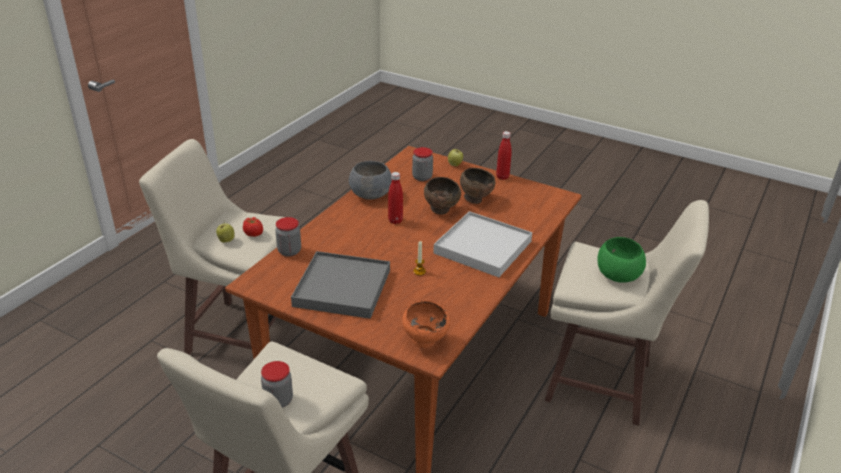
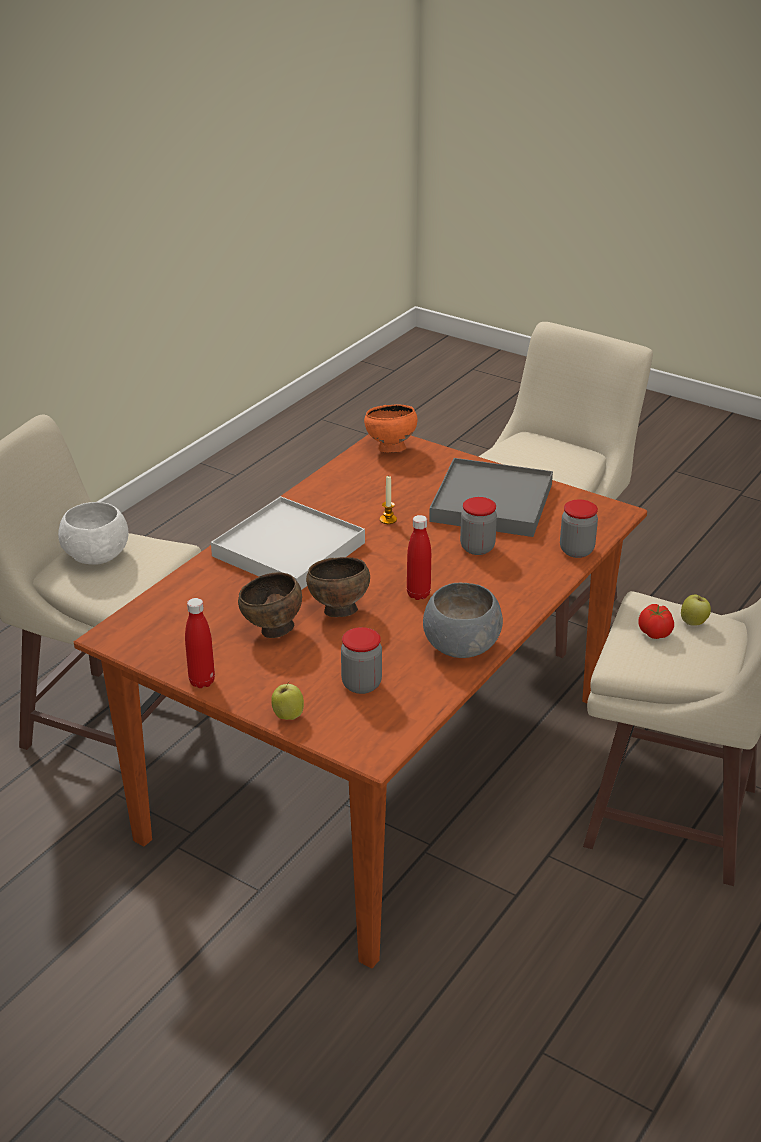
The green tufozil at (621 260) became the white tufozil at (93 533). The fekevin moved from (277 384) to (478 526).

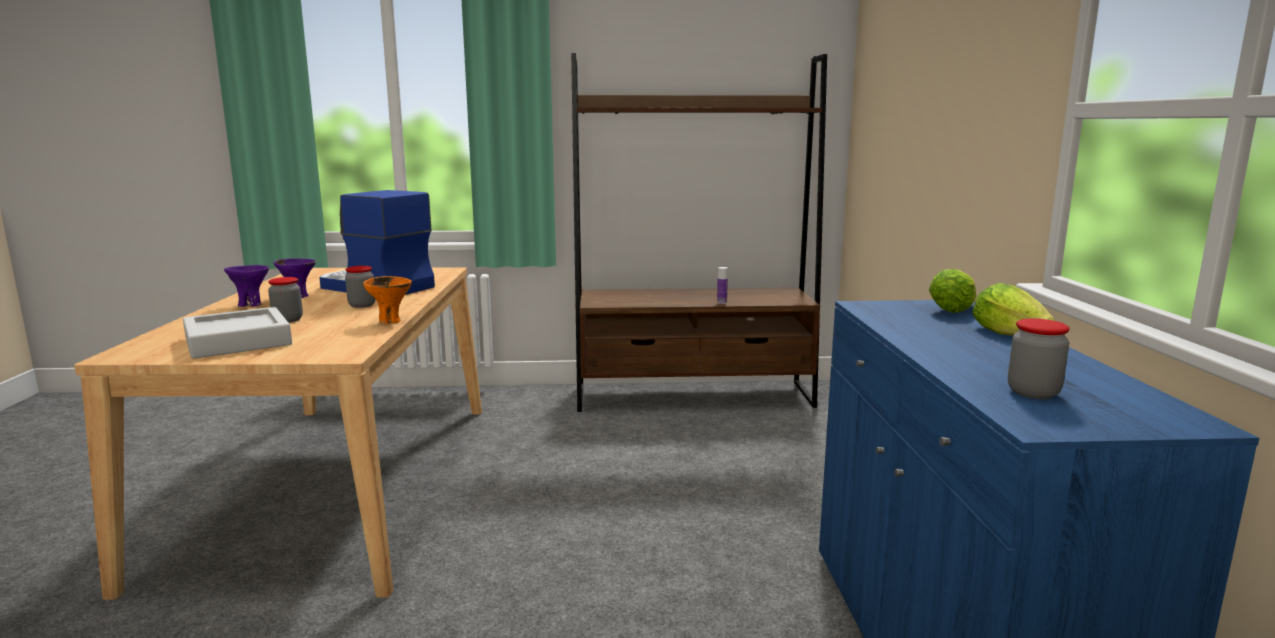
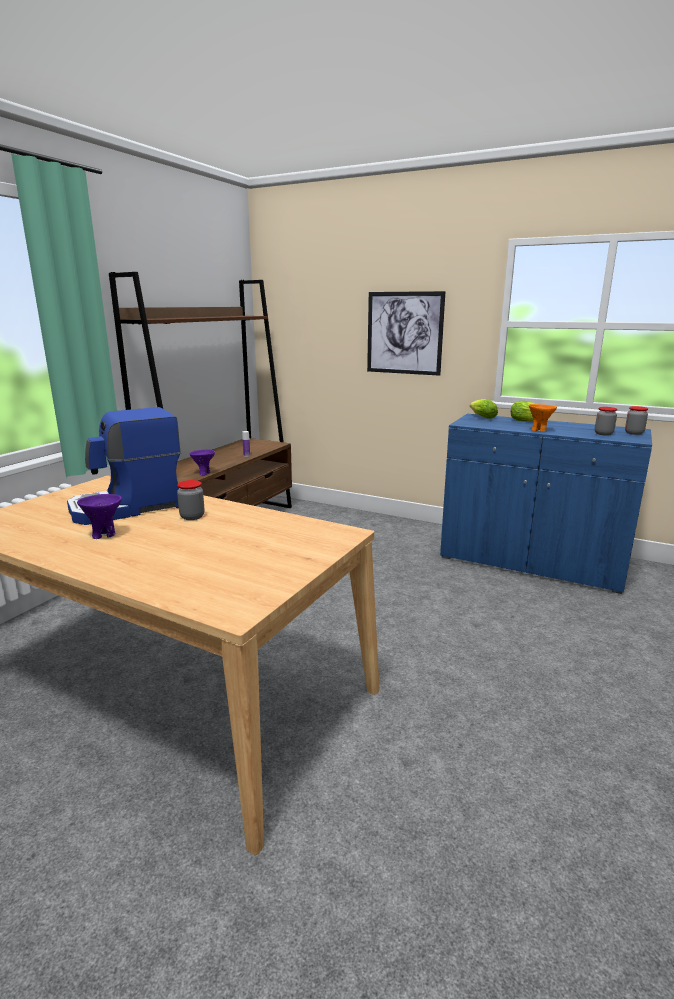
The purple tufozil moved from (246 286) to (202 462). The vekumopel at (406 333) appeared. The orange tufozil moved from (387 300) to (543 418). The fekevin moved from (285 300) to (636 420). The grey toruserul at (237 333) disappeared.

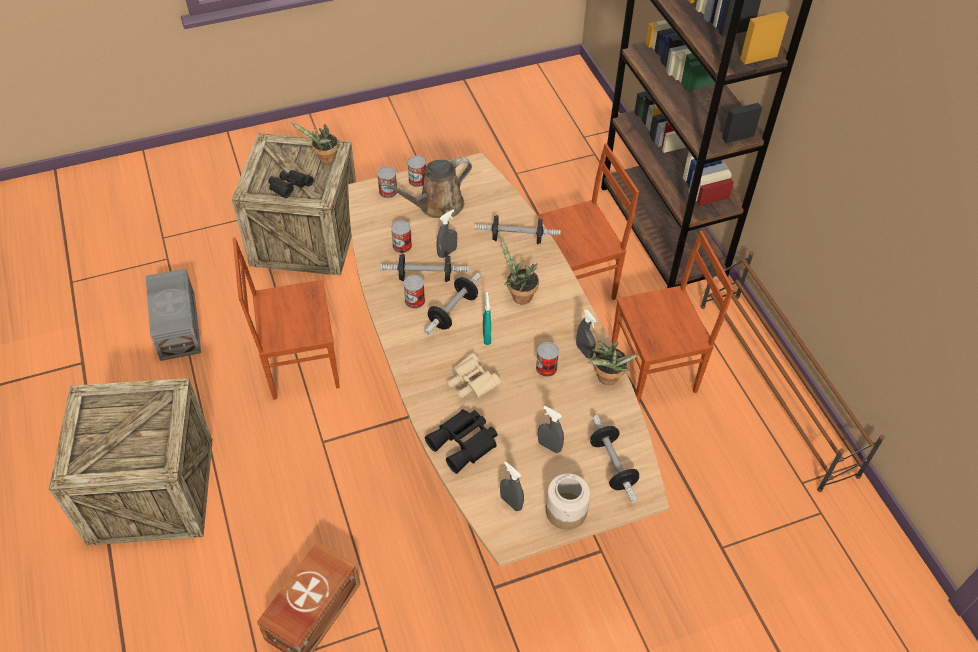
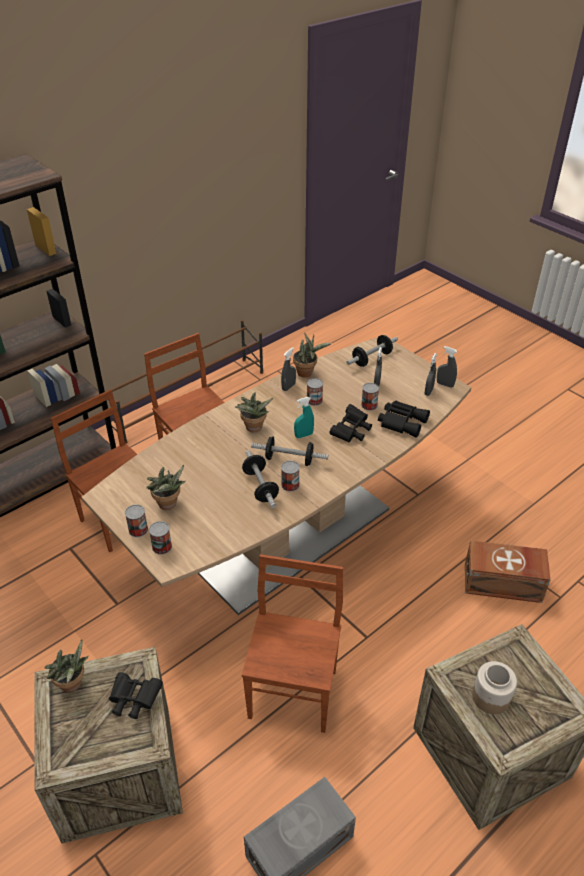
The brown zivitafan at (426 187) was replaced by the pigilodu at (165 487). The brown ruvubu at (286 318) turned 135 degrees counterclockwise. The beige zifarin at (474 376) became the black zifarin at (350 423). The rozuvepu moved from (401 236) to (370 397). The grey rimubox moved from (446 234) to (447 367). The fekevin moved from (568 501) to (494 687). The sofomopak at (518 229) disappeared.

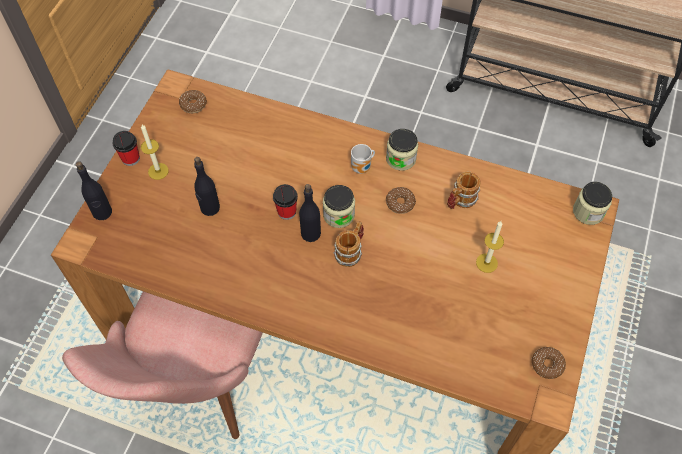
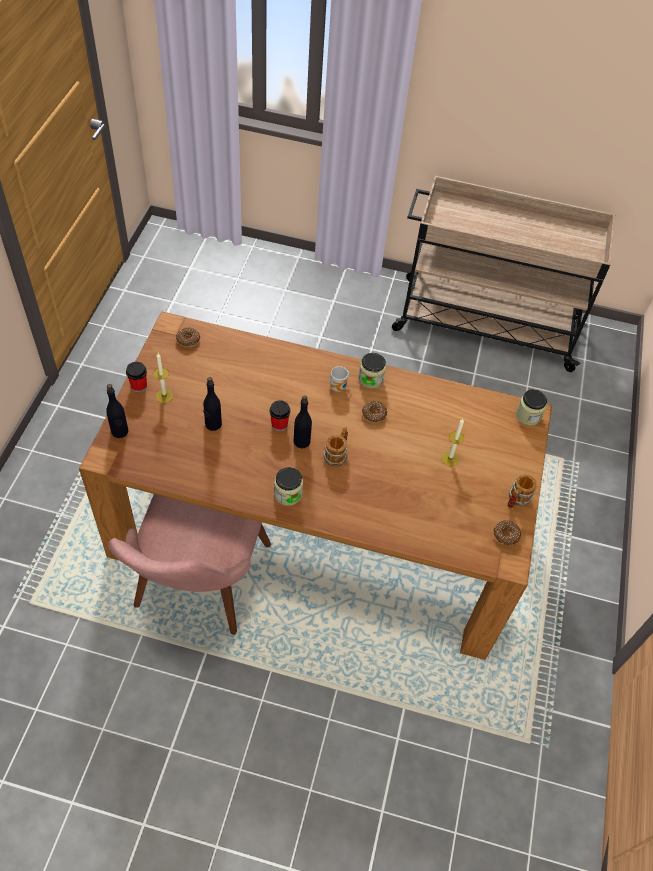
The fekevin moved from (339 206) to (288 486). The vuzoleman moved from (464 190) to (522 491).

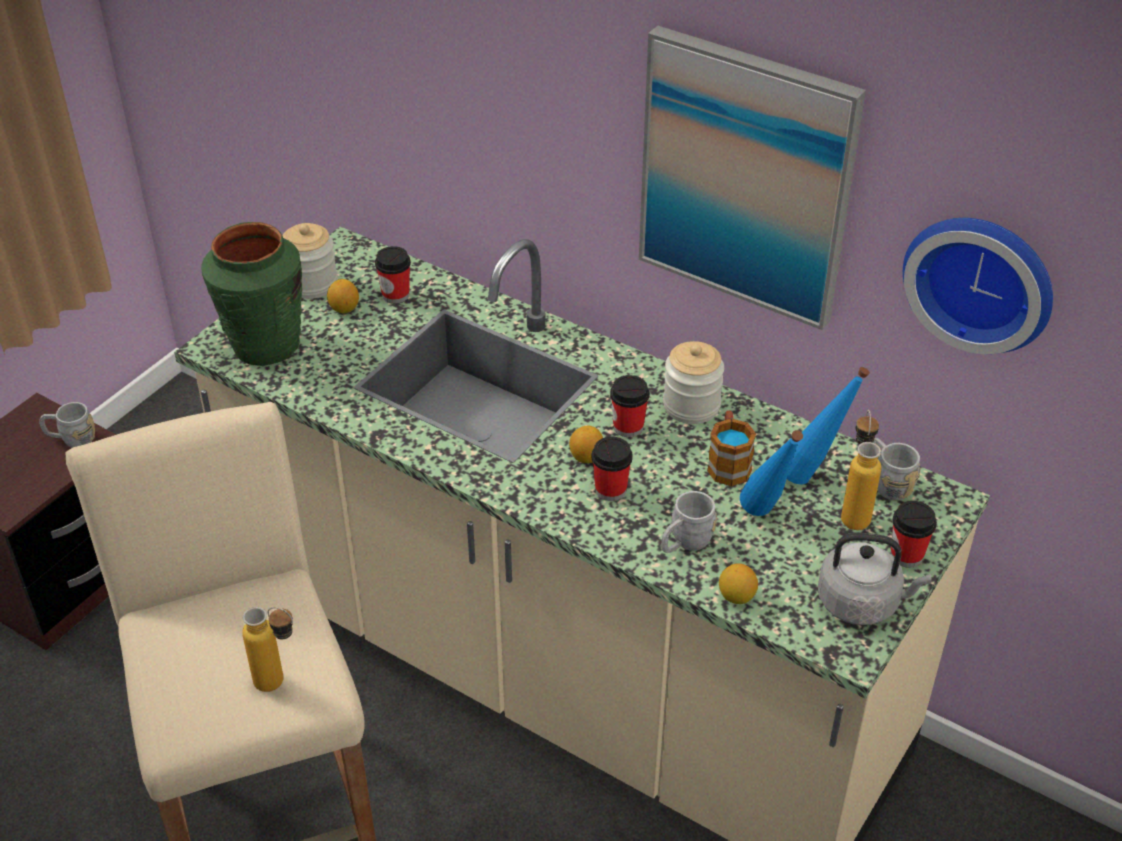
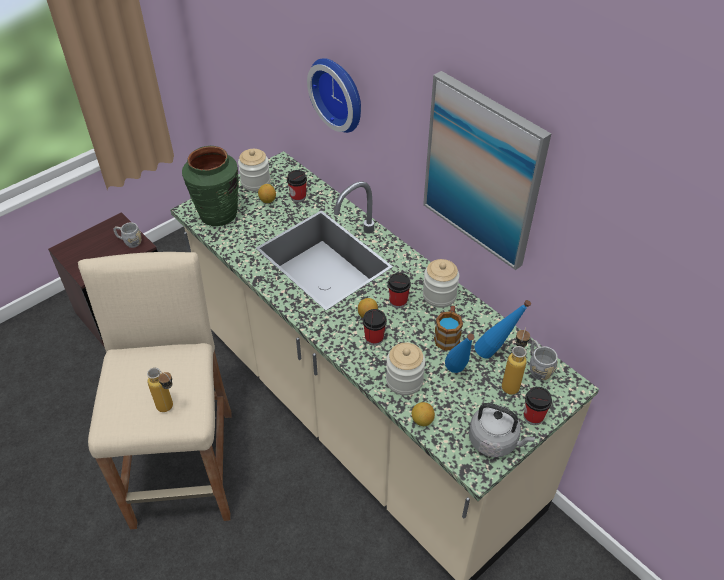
The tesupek moved from (978 286) to (334 95). The grey vuzoleman at (689 522) was replaced by the fekevin at (405 369).

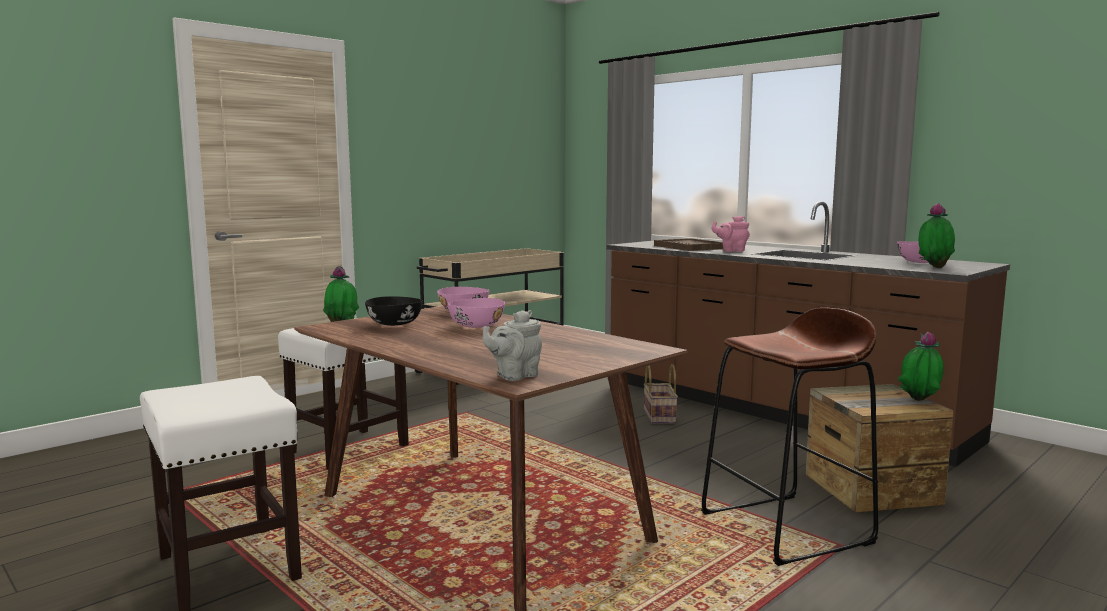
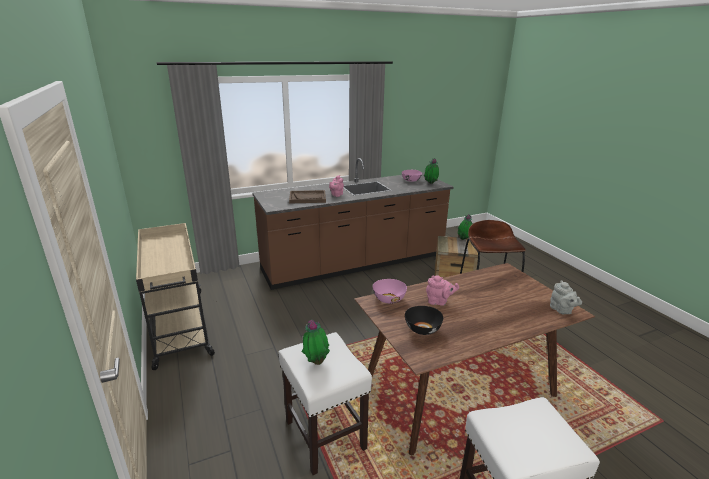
The pink tufozil at (476 313) was replaced by the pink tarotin at (442 290). The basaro at (661 394) disappeared.

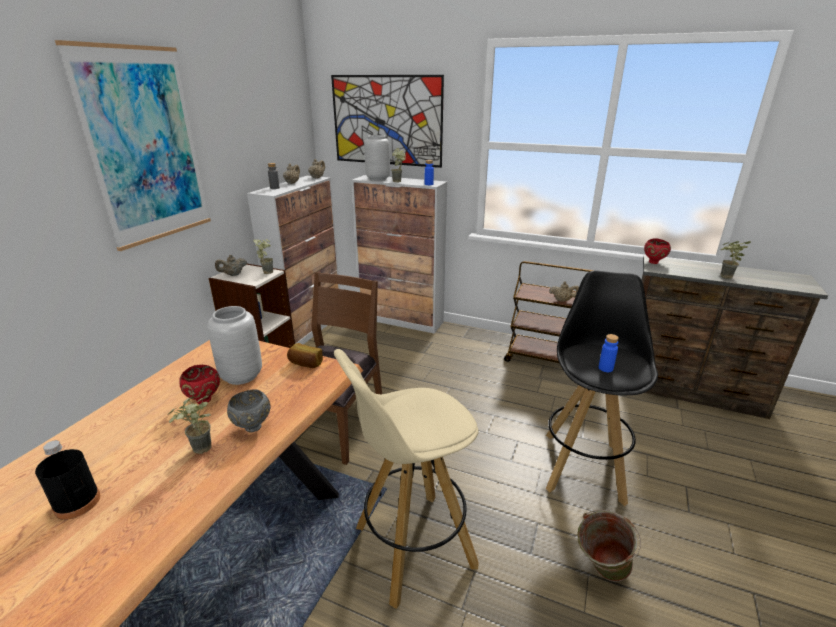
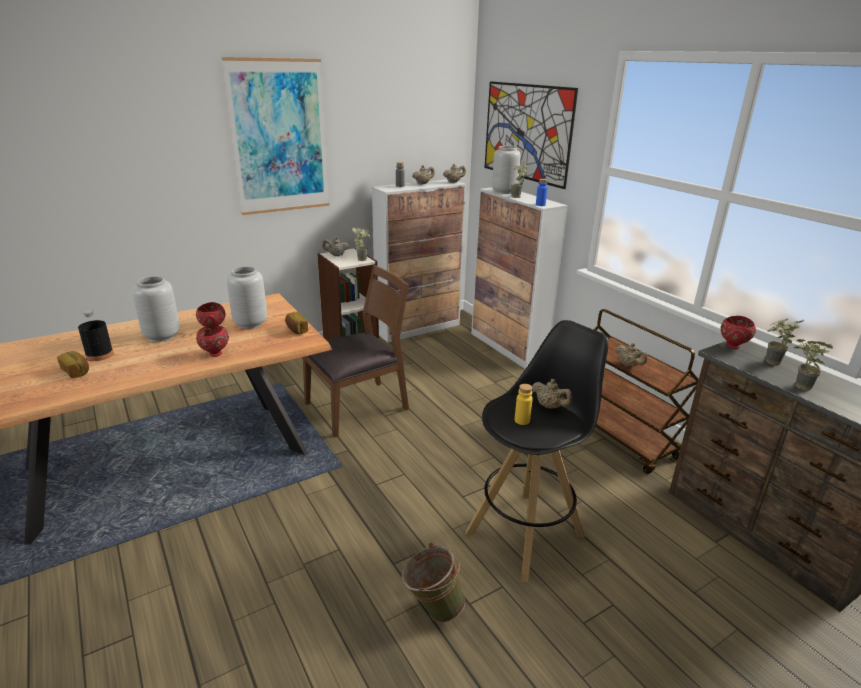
The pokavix at (73 364) appeared. The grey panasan at (156 309) appeared. The grey tufozil at (248 410) became the red tufozil at (212 341). The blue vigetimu at (609 353) became the yellow vigetimu at (524 404). The beige tarotin at (552 394) appeared. The pigilodu moved from (190 424) to (784 342). The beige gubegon at (406 479) disappeared.

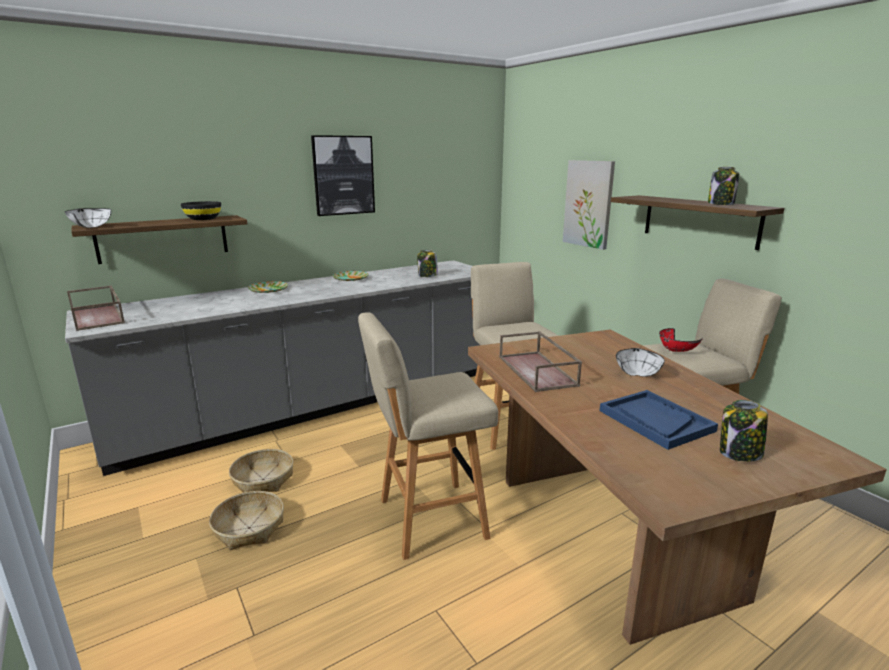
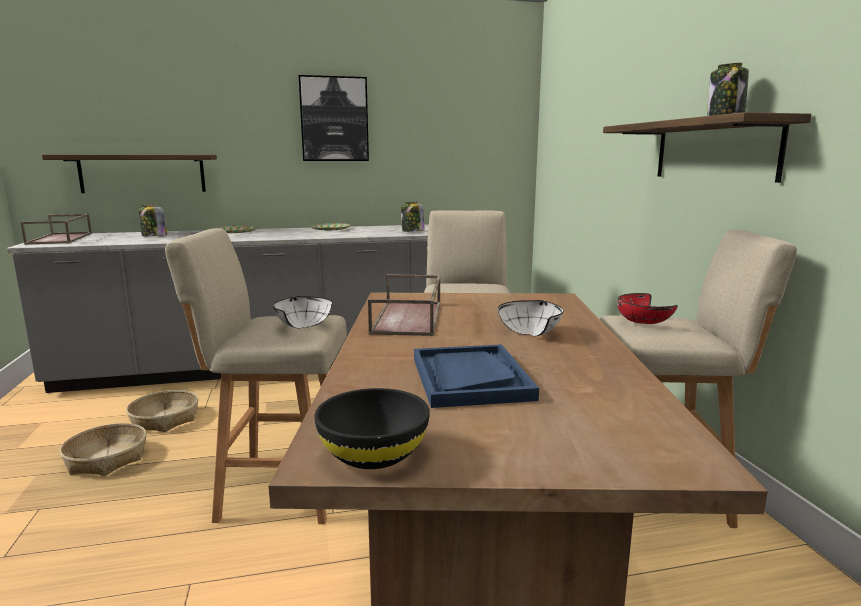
The fekevin moved from (744 431) to (152 220). The white tufozil moved from (88 218) to (302 312). The black tufozil moved from (201 210) to (372 428). The vekumopel at (589 205) disappeared.

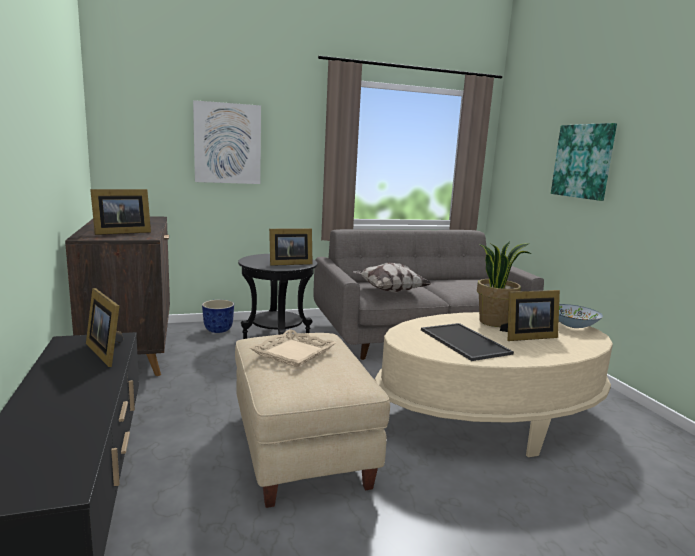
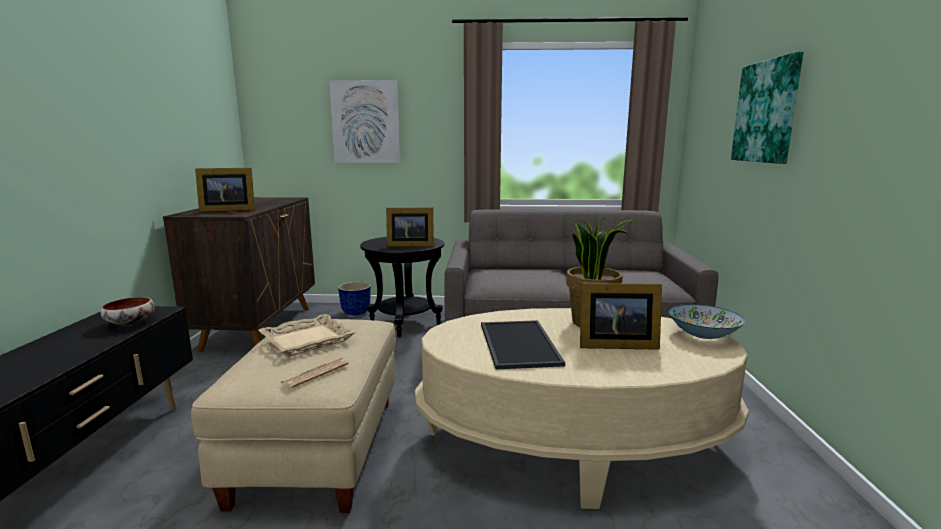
The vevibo at (104 327) was replaced by the tufozil at (128 311). The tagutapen at (314 373) appeared. The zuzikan at (392 278) disappeared.

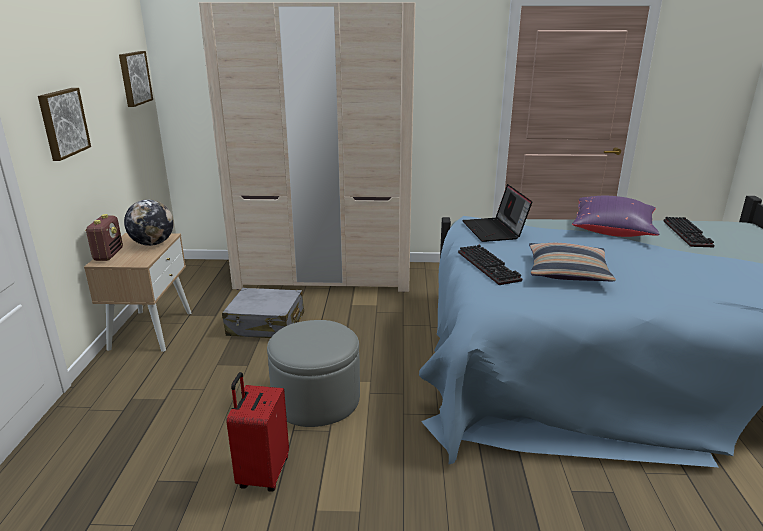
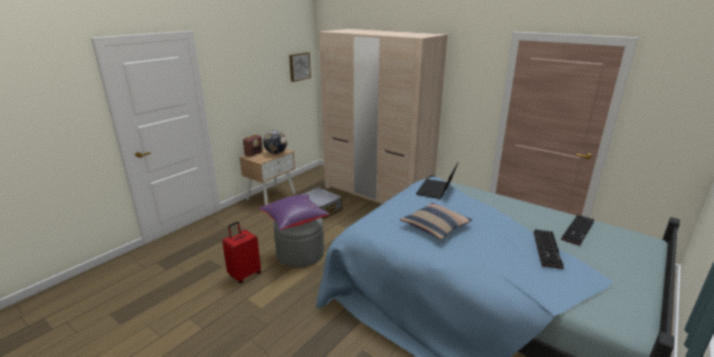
The purple zuzikan moved from (615 216) to (294 212). The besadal moved from (490 265) to (549 249). The vekumopel at (64 124) disappeared.

